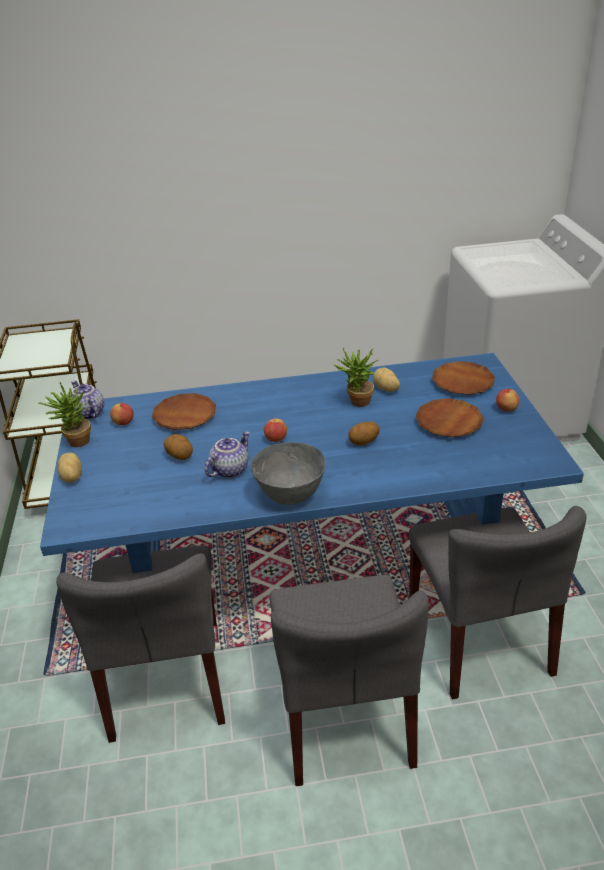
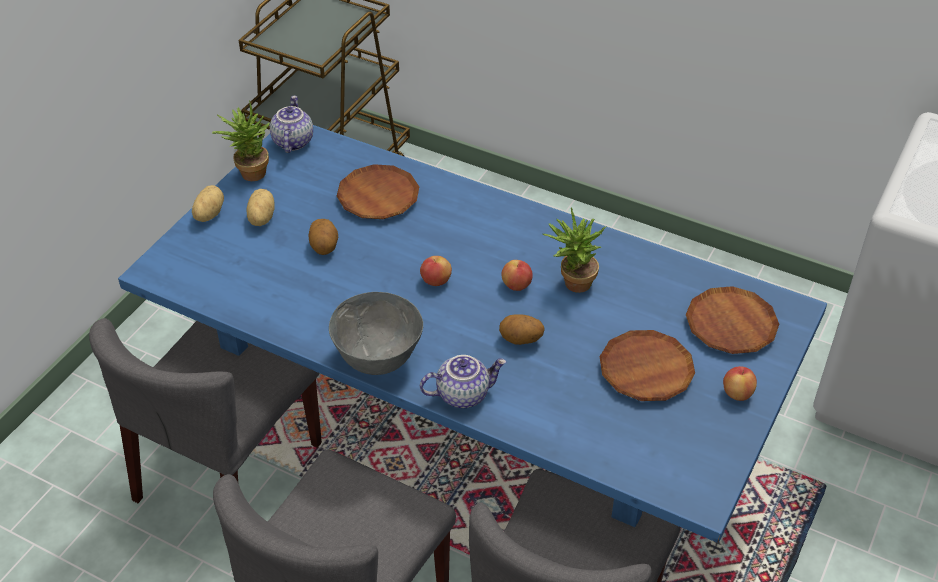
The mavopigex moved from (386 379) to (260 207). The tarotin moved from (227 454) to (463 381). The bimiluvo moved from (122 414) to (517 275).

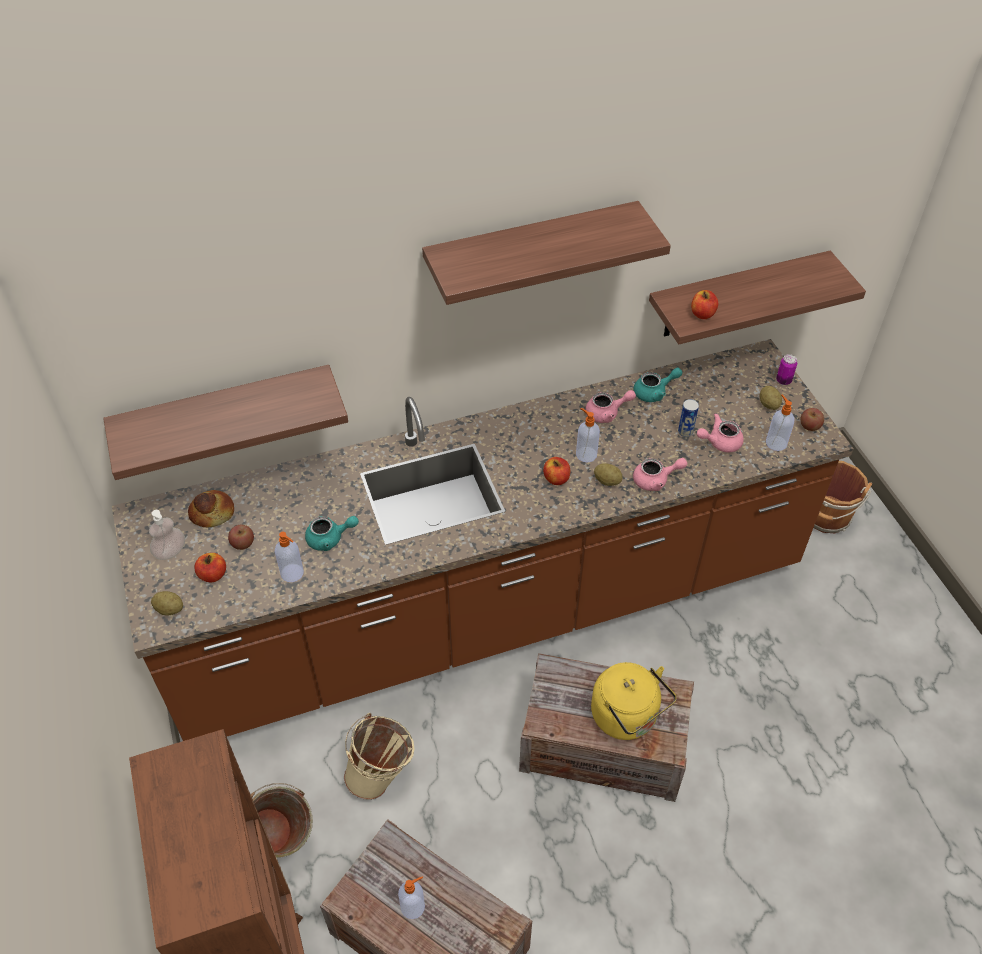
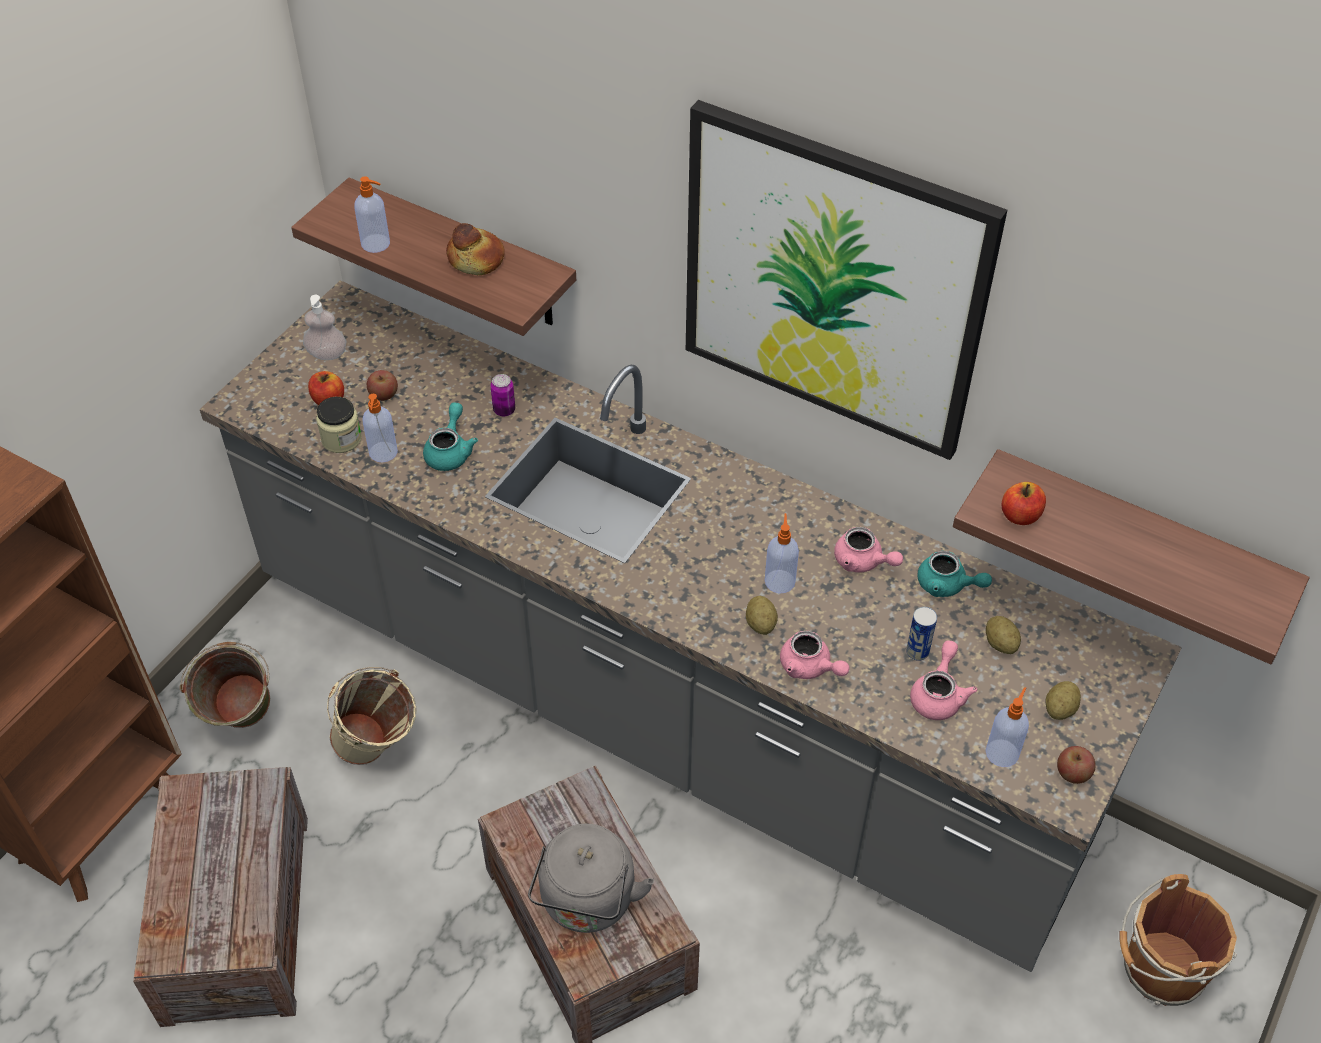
The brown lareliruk at (483 540) became the grey lareliruk at (691 626). The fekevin at (339 425) appeared. The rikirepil moved from (411 897) to (372 214). The turquoise tarotin at (332 533) turned 120 degrees counterclockwise. The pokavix moved from (211 509) to (475 249). The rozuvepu moved from (786 369) to (502 395). The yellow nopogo at (634 701) became the grey nopogo at (591 878). The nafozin at (546 253) was replaced by the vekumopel at (846 280). The pink tarotin at (720 432) turned 75 degrees clockwise. The mavopigex moved from (167 603) to (1003 635). The bimiluvo at (556 471) disappeared.

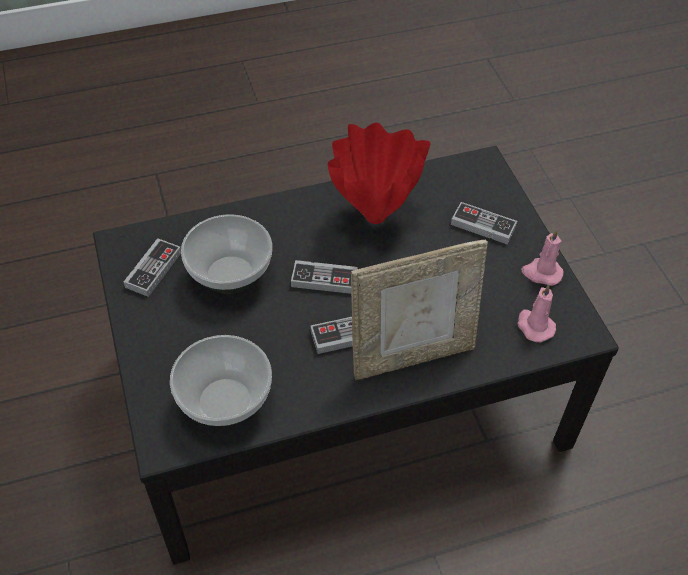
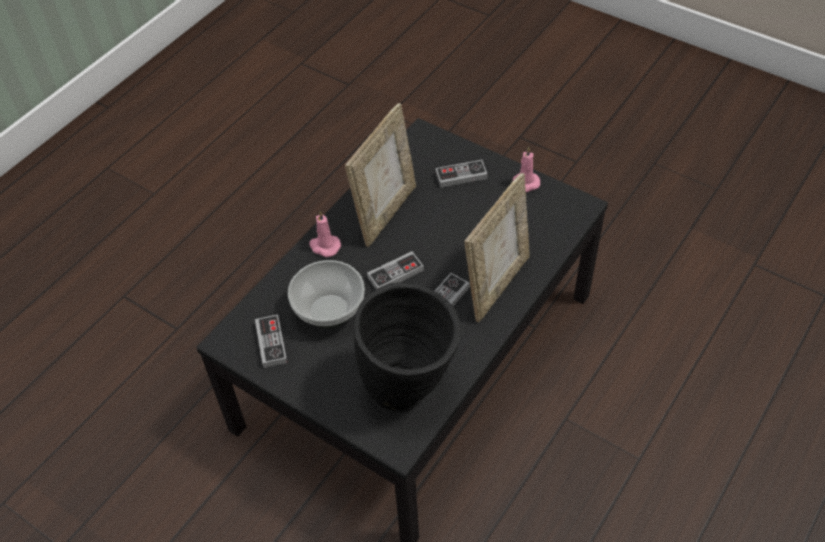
The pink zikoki moved from (536 313) to (325 234). The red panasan at (379 173) was replaced by the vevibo at (380 175). The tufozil at (221 380) was replaced by the black panasan at (407 347).

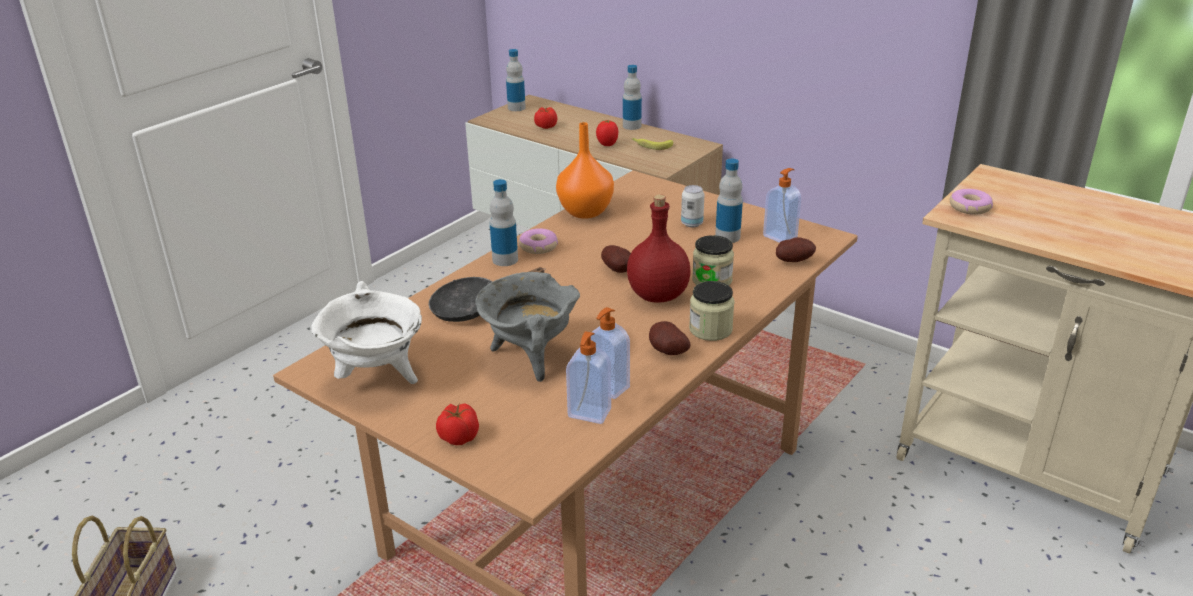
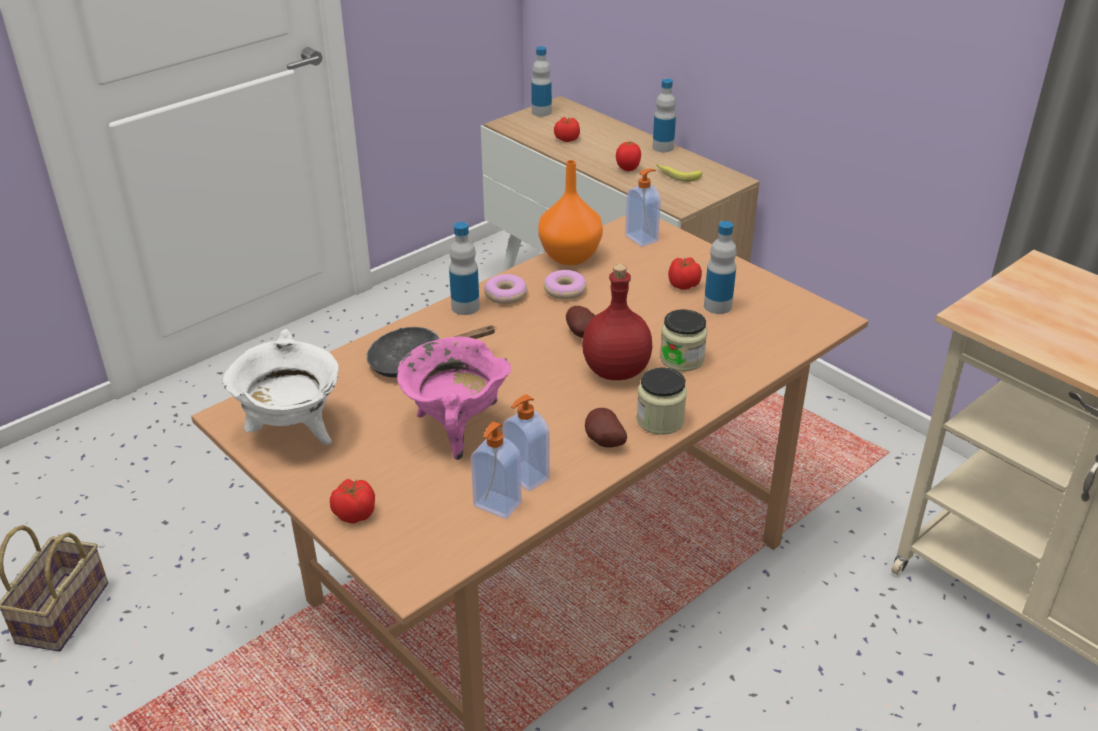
The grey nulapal at (527 327) became the pink nulapal at (454 398). The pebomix moved from (971 202) to (565 285). The rikirepil moved from (782 205) to (643 208). The rozuvepu at (692 206) was replaced by the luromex at (685 273). The mavopigex at (796 249) disappeared.

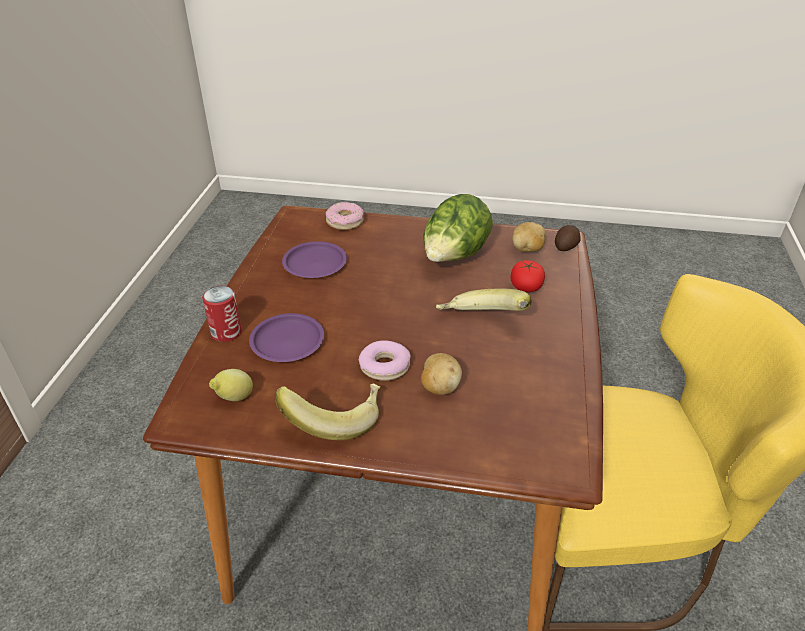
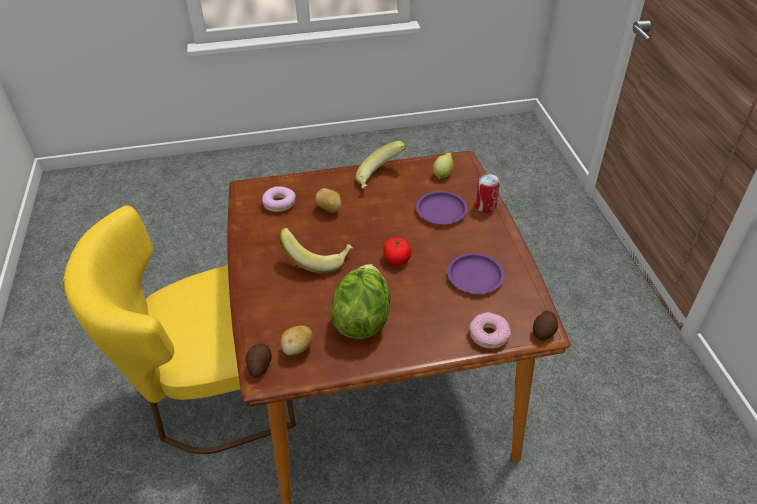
The pebomix moved from (385 360) to (279 199). The luromex moved from (527 276) to (397 251). The mavopigex at (545 326) appeared.

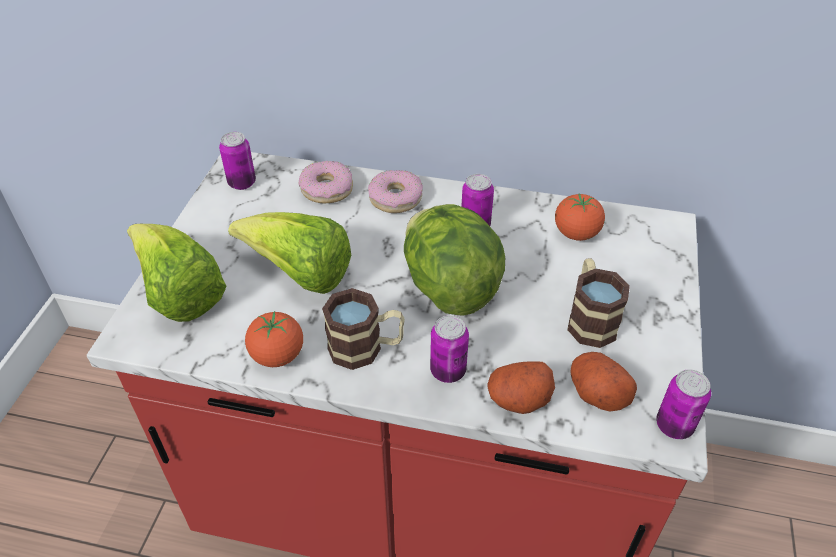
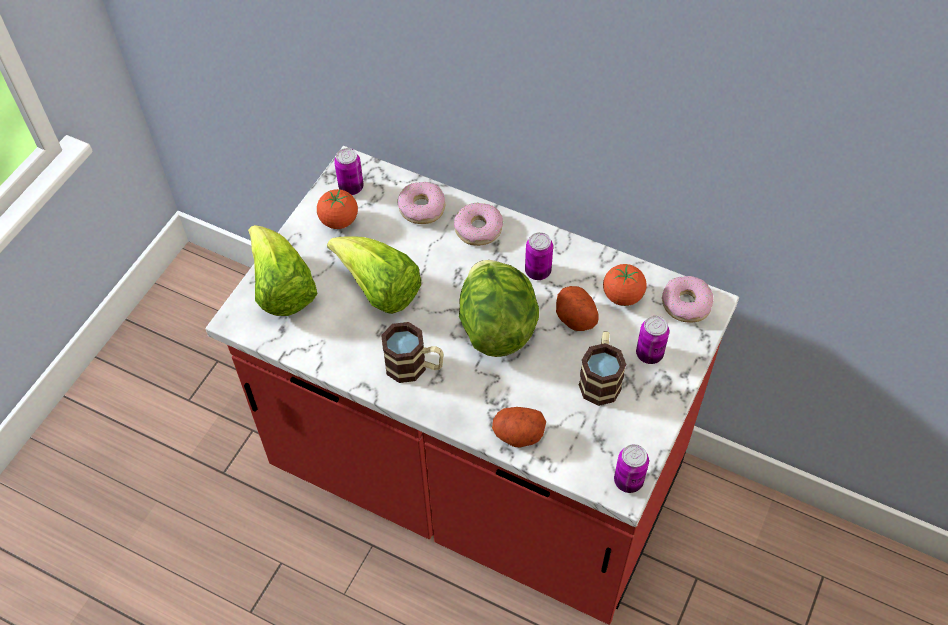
The luromex moved from (274 339) to (337 209). The mavopigex moved from (603 382) to (577 308). The rozuvepu moved from (449 349) to (652 340). The pebomix at (687 299) appeared.

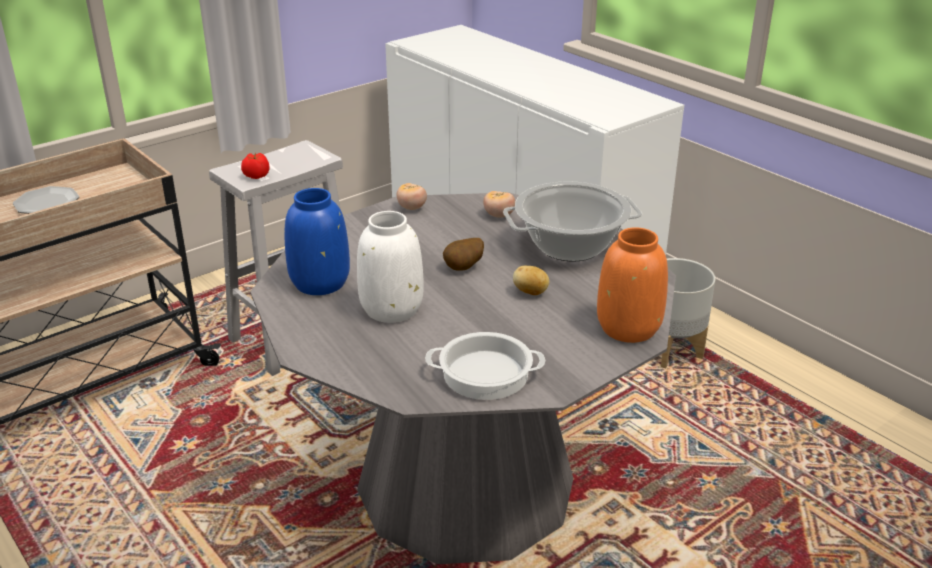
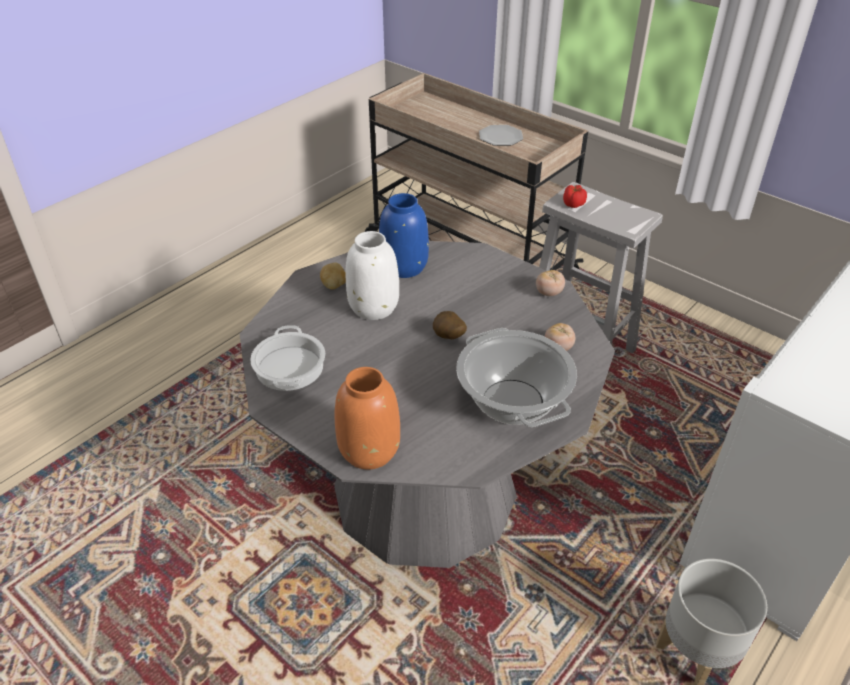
The mavopigex moved from (531 280) to (333 275).

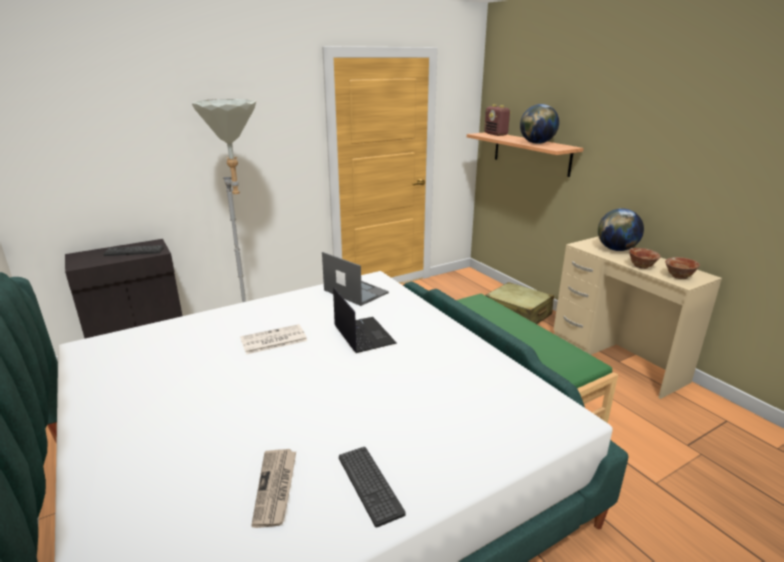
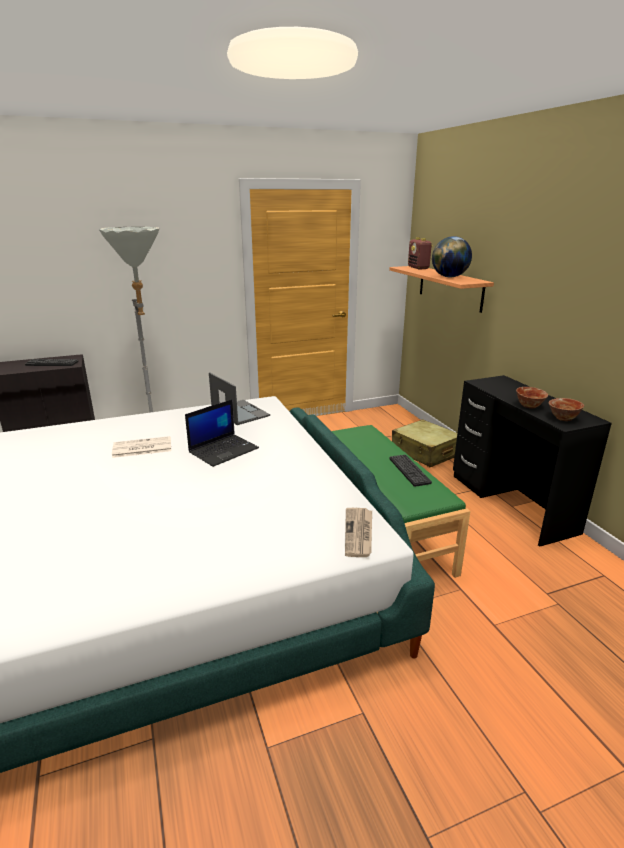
The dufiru at (365 320) turned 60 degrees clockwise. The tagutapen moved from (273 488) to (358 532). The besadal moved from (372 487) to (410 470). The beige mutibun at (638 318) became the black mutibun at (532 461). The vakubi at (621 229) disappeared.

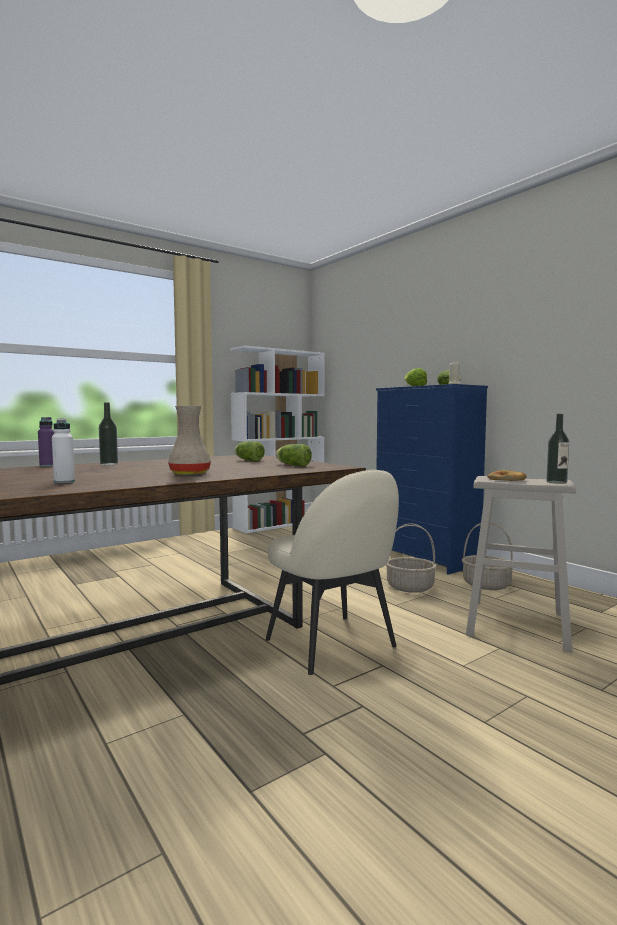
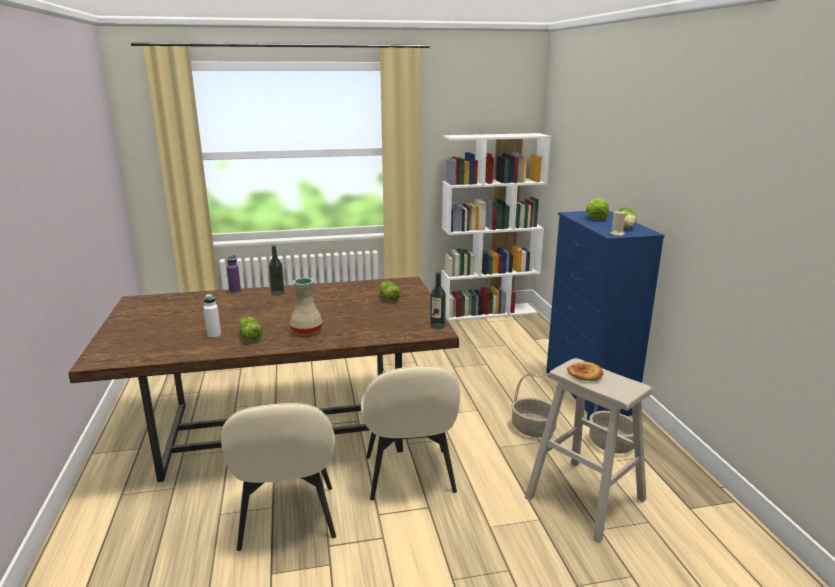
The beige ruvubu at (278 477) appeared. The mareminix moved from (293 455) to (251 329). The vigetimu moved from (557 449) to (438 300).

